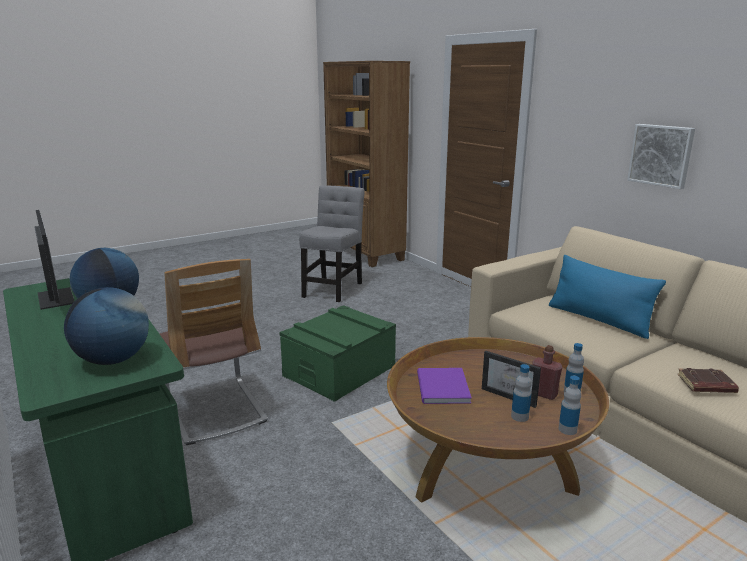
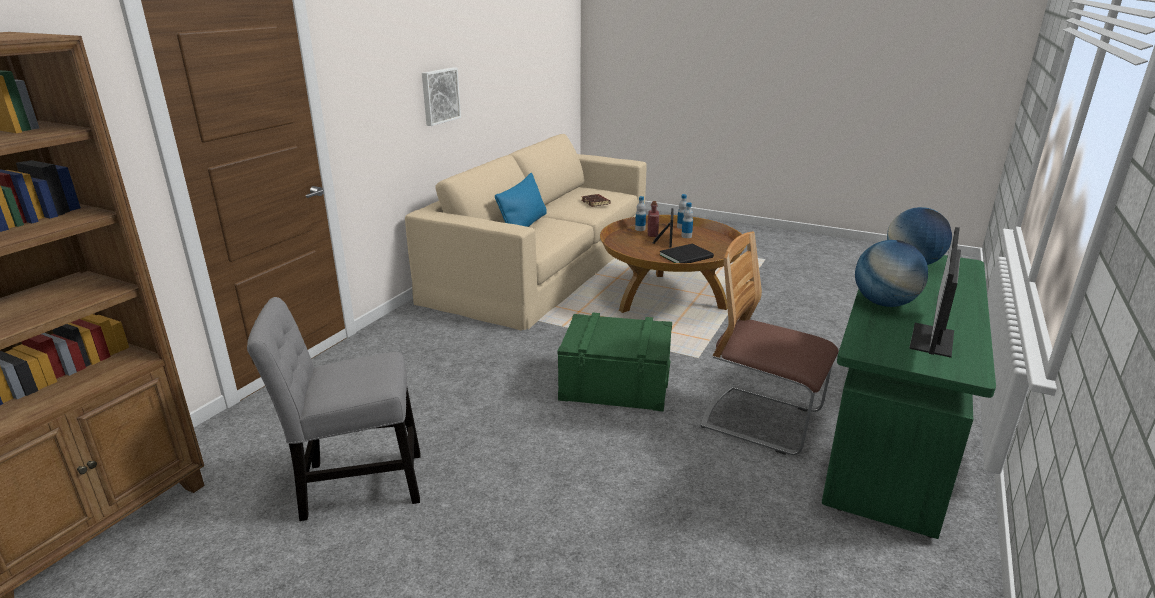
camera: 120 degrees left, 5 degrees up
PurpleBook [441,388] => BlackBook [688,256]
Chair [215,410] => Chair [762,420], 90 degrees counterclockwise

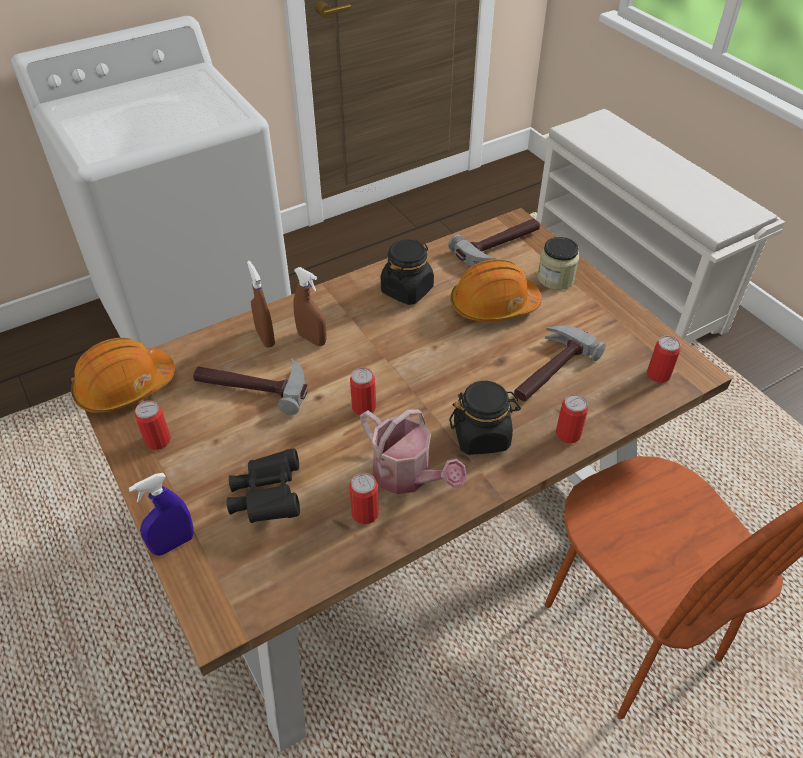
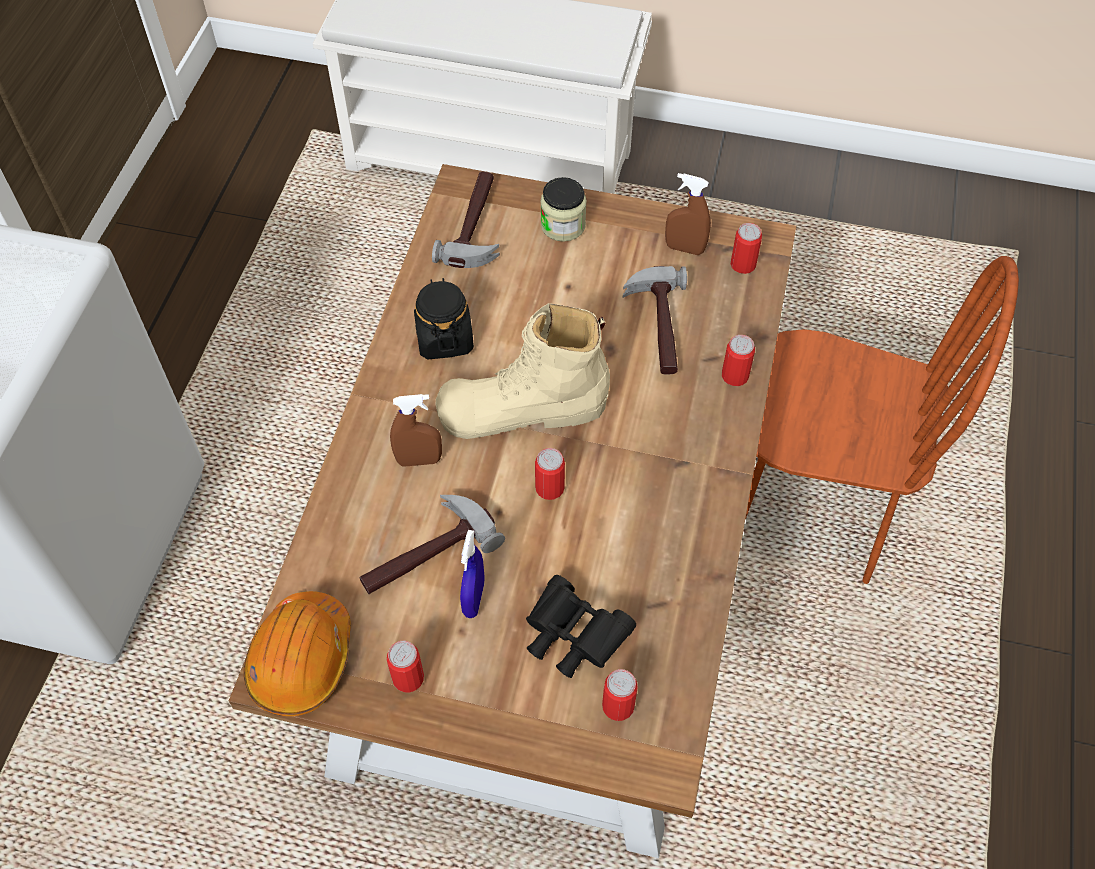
camera: 45 degrees left, 10 degrees up
nothing => BeigeBoot [523,409]
BlueSprayBottle [173,544] => BlueSprayBottle [473,599], move
Can [365,513] => Can [618,706], move
BrownSprayBottle [265,338] => BrownSprayBottle [684,248], move
WateringCan [408,476] => nothing
BlackJar [482,436] => nothing
OrangeHardHat [493,305] => nothing

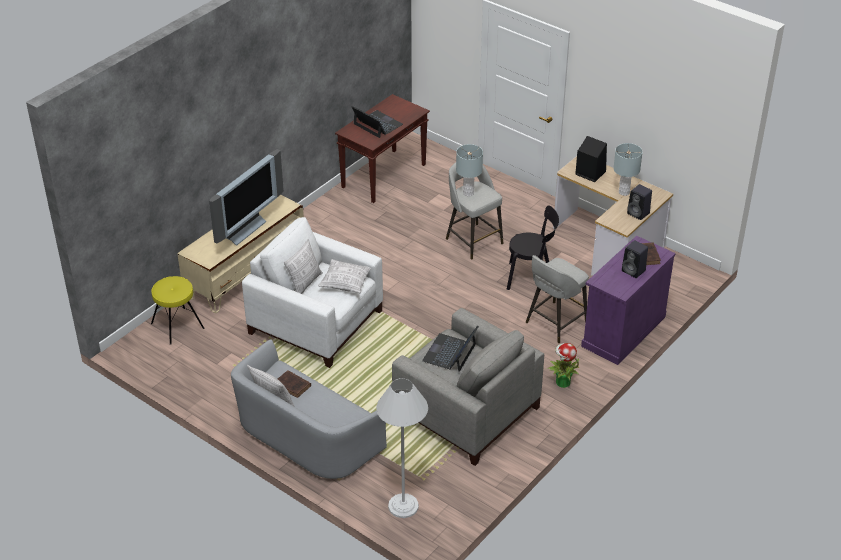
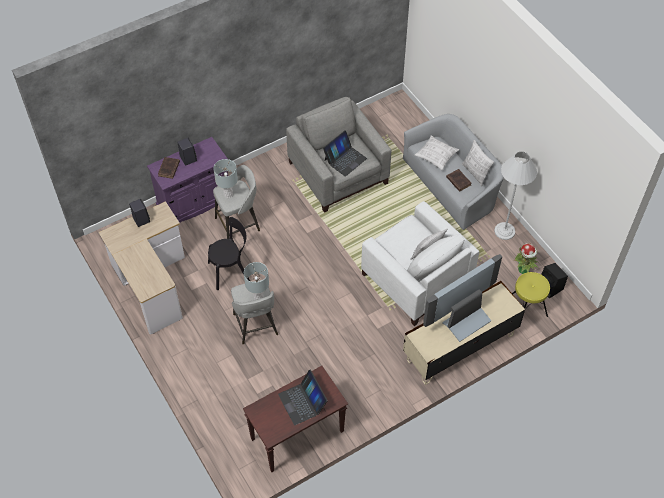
camera: 160 degrees left, 15 degrees up
BlackChair [531,278] => BlackChair [231,271], 135 degrees clockwise
GreyTableLamp [624,192] => GreyTableLamp [228,194], move
Pillow [345,282] => Pillow [436,156], move
WhiteFloorLamp [403,506] => WhiteFloorLamp [504,231], move
PottedPlant [562,382] => PottedPlant [524,269], move
BlackSpeaker [589,173] => BlackSpeaker [550,287], move

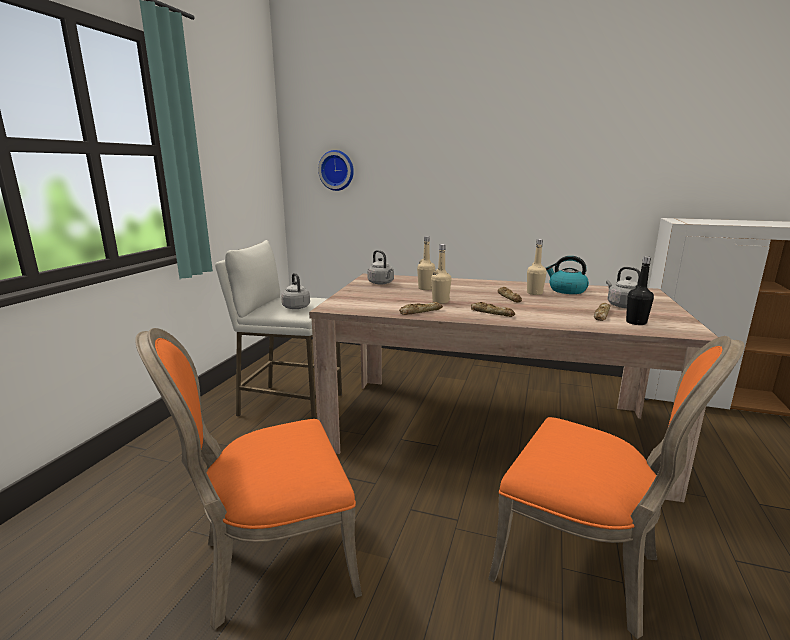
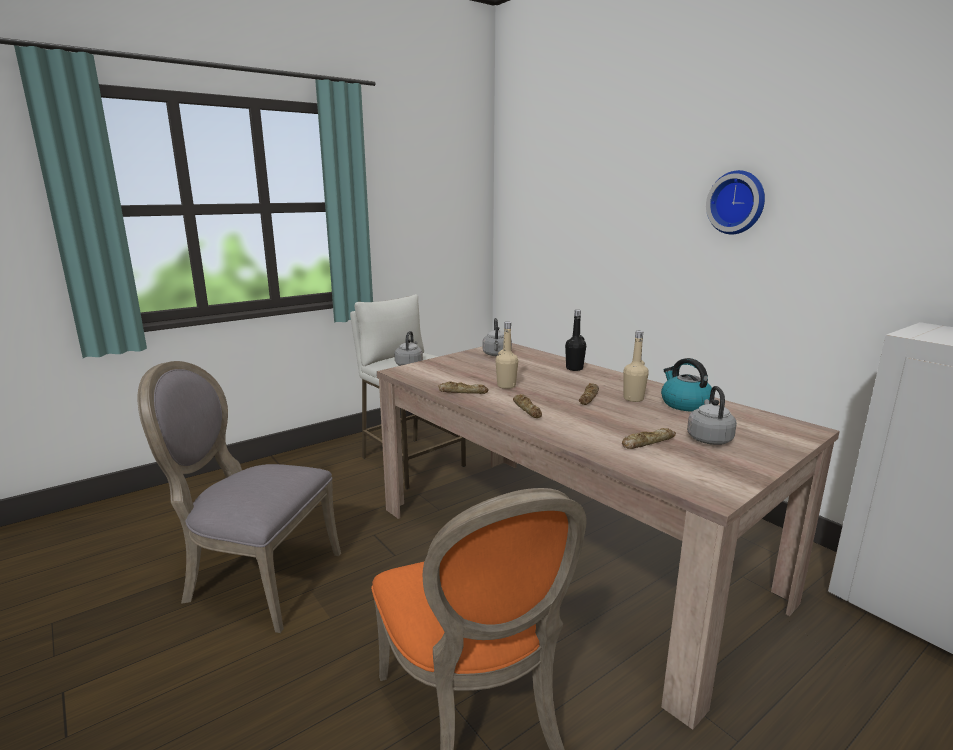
camera: 35 degrees right, 0 degrees up
OrangeChair [272,563] => GreyChair [256,579]
BlackBottle [636,322] => BlackBottle [574,368], move
WallClock [337,170] => WallClock [737,202], move
BeigeBottle [425,288] => nothing

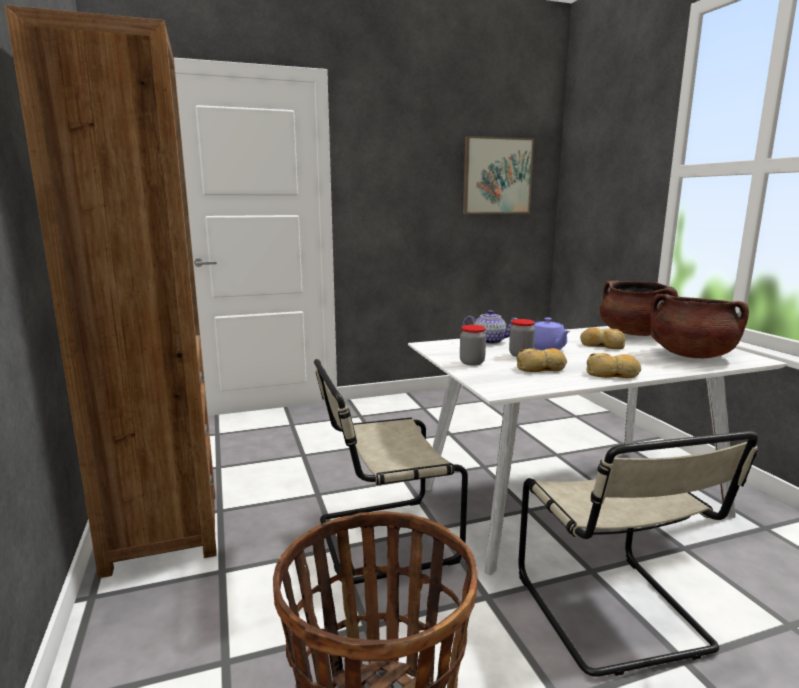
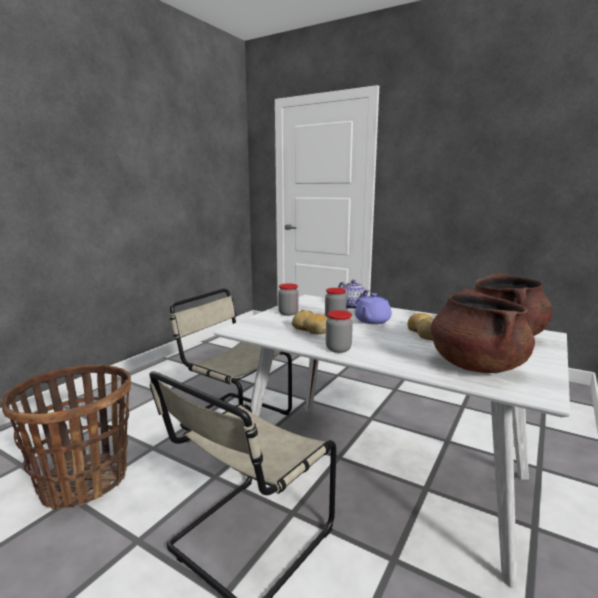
camera: 50 degrees right, 0 degrees up
Bread [613,374] => Jar [338,349]
BrownBookcase [163,531] => nothing
Picture [497,176] => nothing

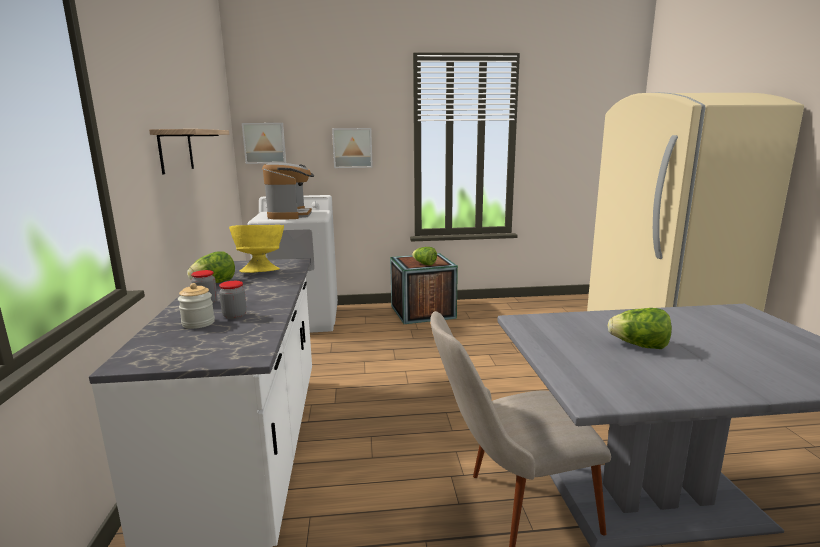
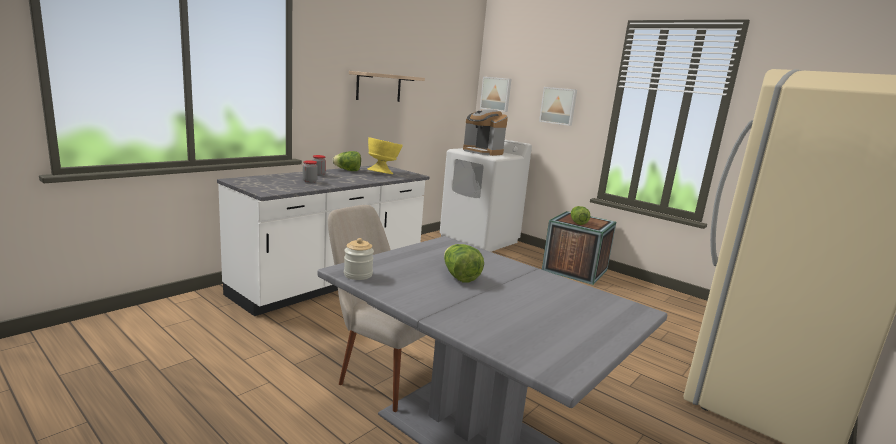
camera: 45 degrees right, 0 degrees up
Jar [198,323] => Jar [358,275], move
CoffeeMachine [290,215] => CoffeeMachine [482,152], 90 degrees clockwise

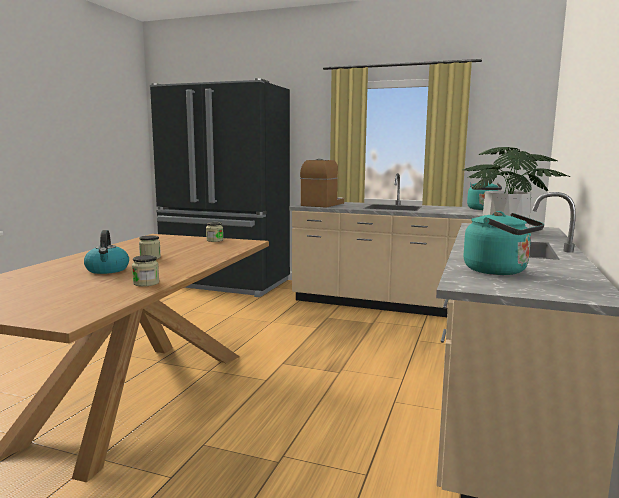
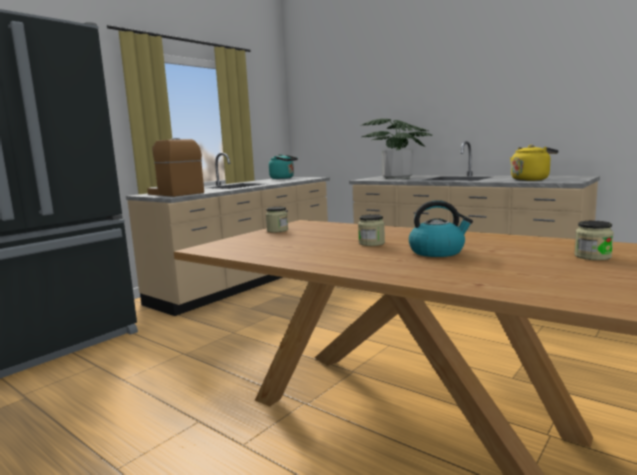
camera: 70 degrees left, 0 degrees up
TurquoiseKettle [499,271] => YellowKettle [531,179]
Jar [146,283] => Jar [592,256], move

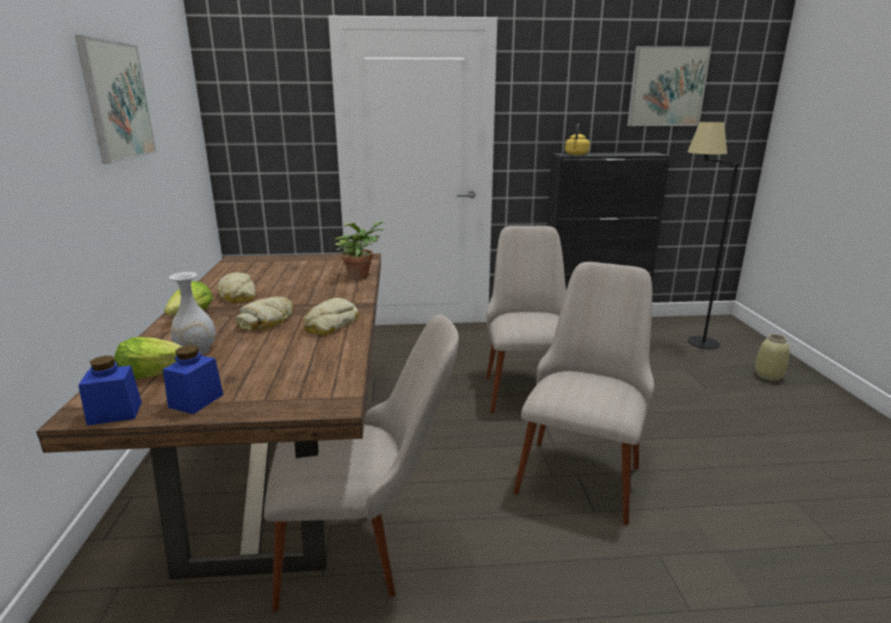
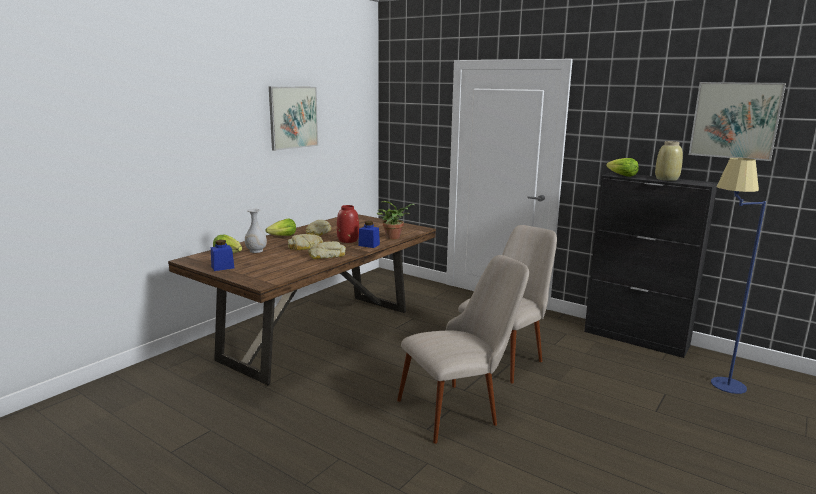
camera: 40 degrees right, 5 degrees down
nothing => RedVase [348,240]
BlueJar [115,413] => BlueJar [369,245], move
YellowKettle [576,154] => Lettuce [621,175]
BeigeVase [768,376] => BeigeVase [666,179], move
BlackFloorLamp [688,341] => BlueFloorLamp [714,378]
BeigeChair [365,547] => nothing

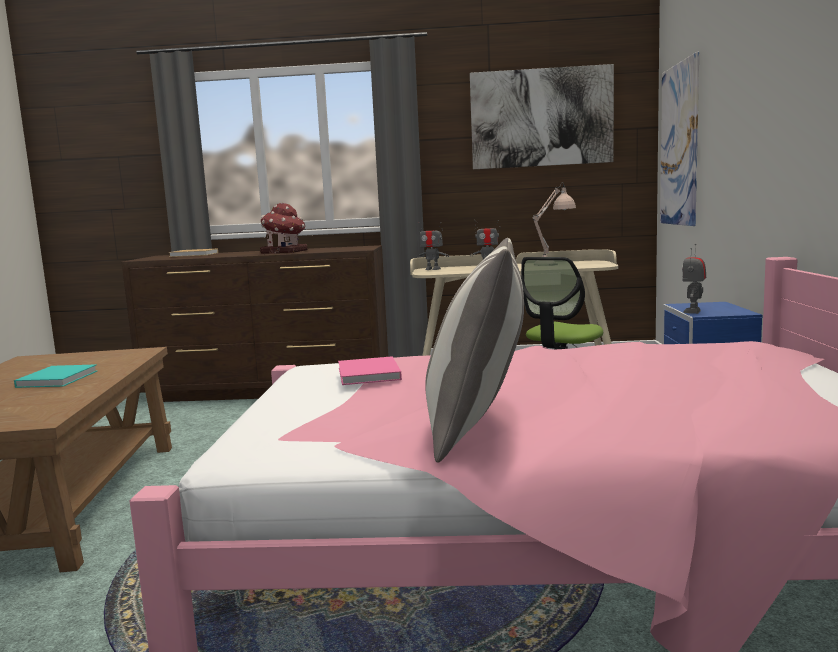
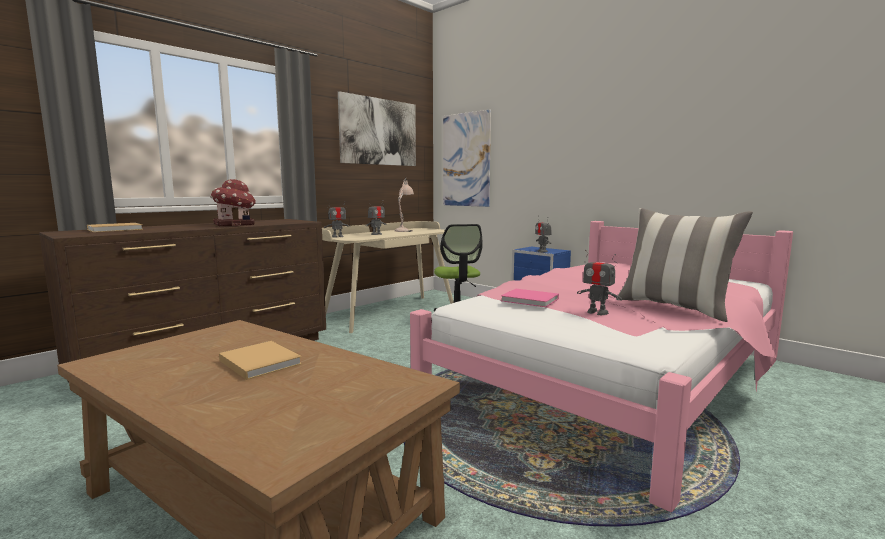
camera: 50 degrees left, 0 degrees up
TurquoiseBook [59,378] => BeigeBook [259,361]
nothing => ToyRobot [597,312]

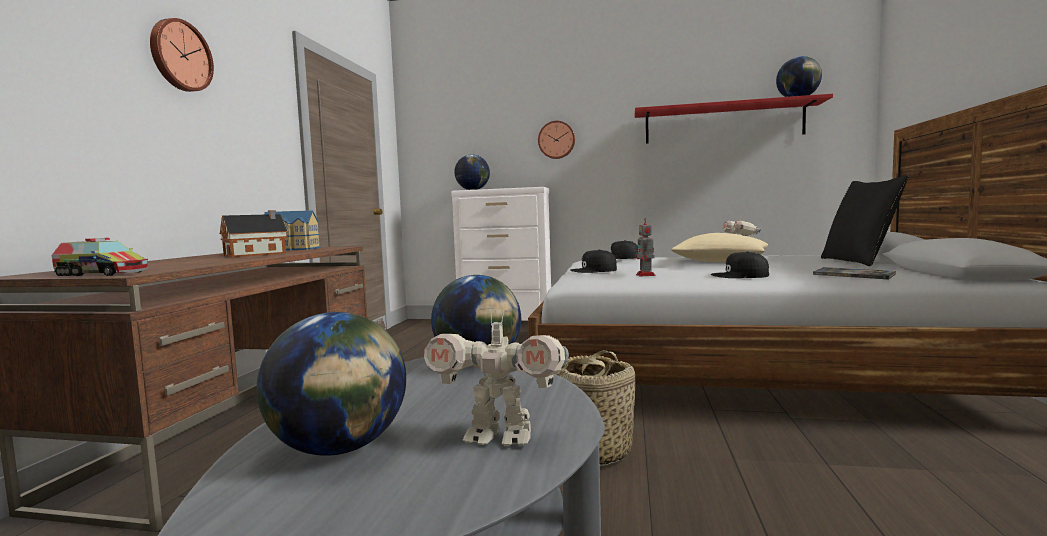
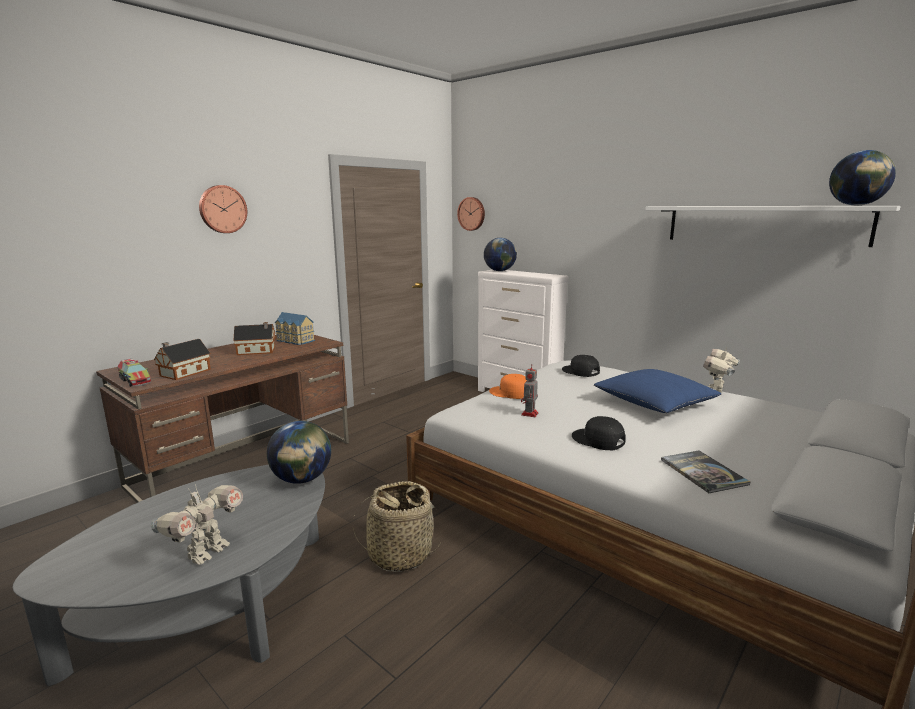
camera: 30 degrees right, 10 degrees up
ToyRobot [500,437] => ToyRobot [206,552], 105 degrees counterclockwise
nothing => ToyHouse [183,373]
WallClock [556,140] => WallClock [472,214], move
BlackCap [594,270] => OrangeCap [510,393]
BeigePillow [721,261] => BluePillow [654,403]
RedShelf [723,123] => WhiteShelf [763,224]
Globe [340,448] => nothing
BlackPillow [858,261] => nothing

